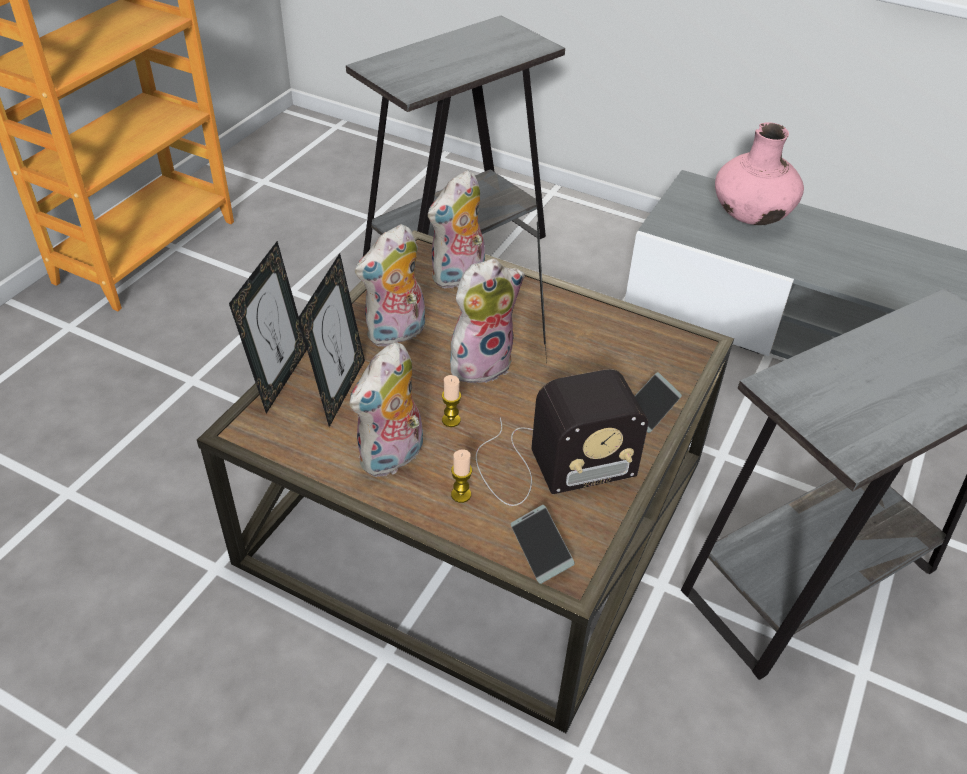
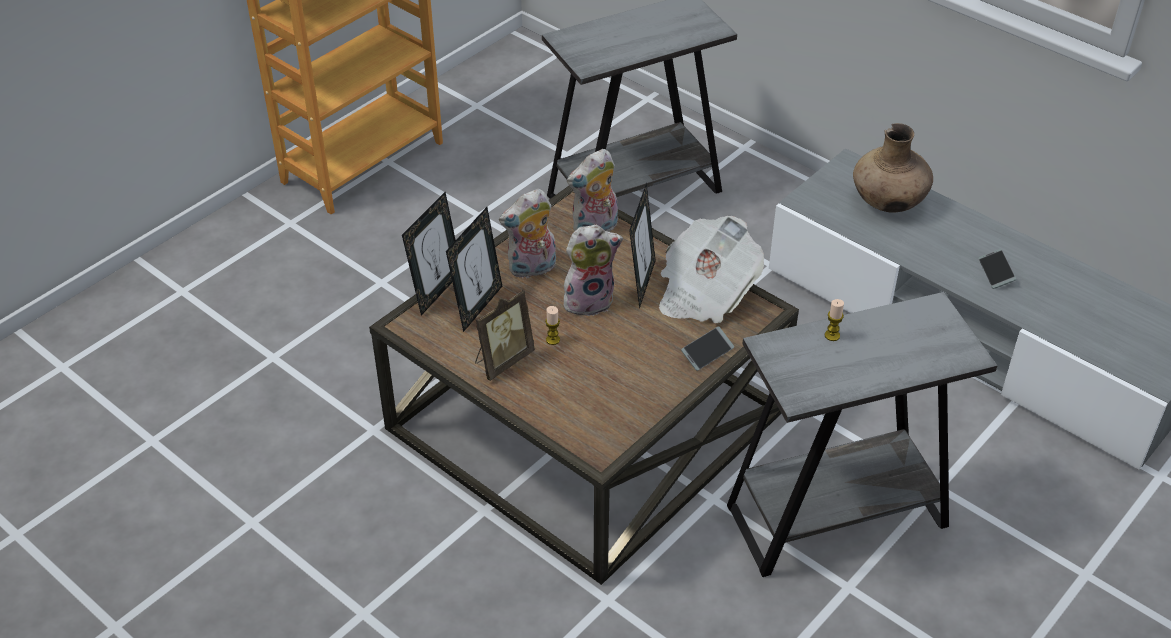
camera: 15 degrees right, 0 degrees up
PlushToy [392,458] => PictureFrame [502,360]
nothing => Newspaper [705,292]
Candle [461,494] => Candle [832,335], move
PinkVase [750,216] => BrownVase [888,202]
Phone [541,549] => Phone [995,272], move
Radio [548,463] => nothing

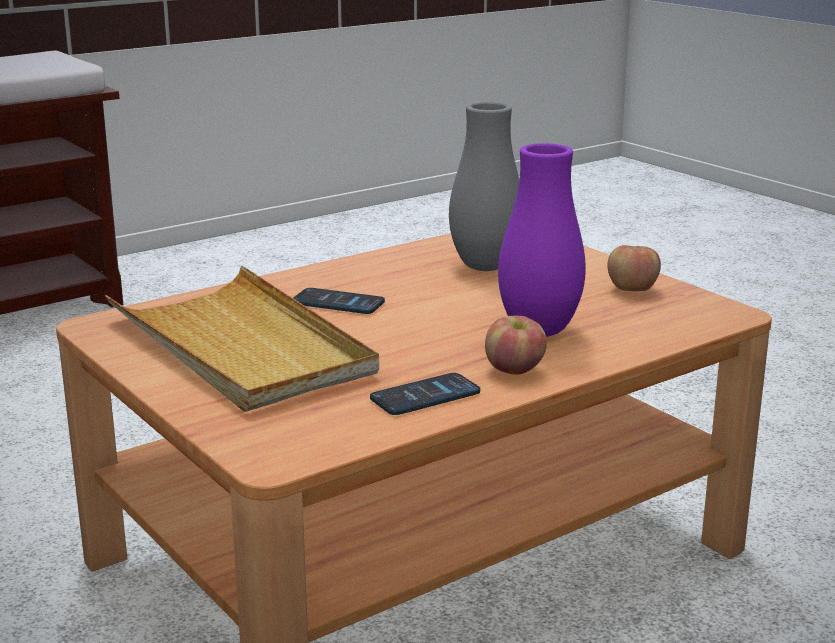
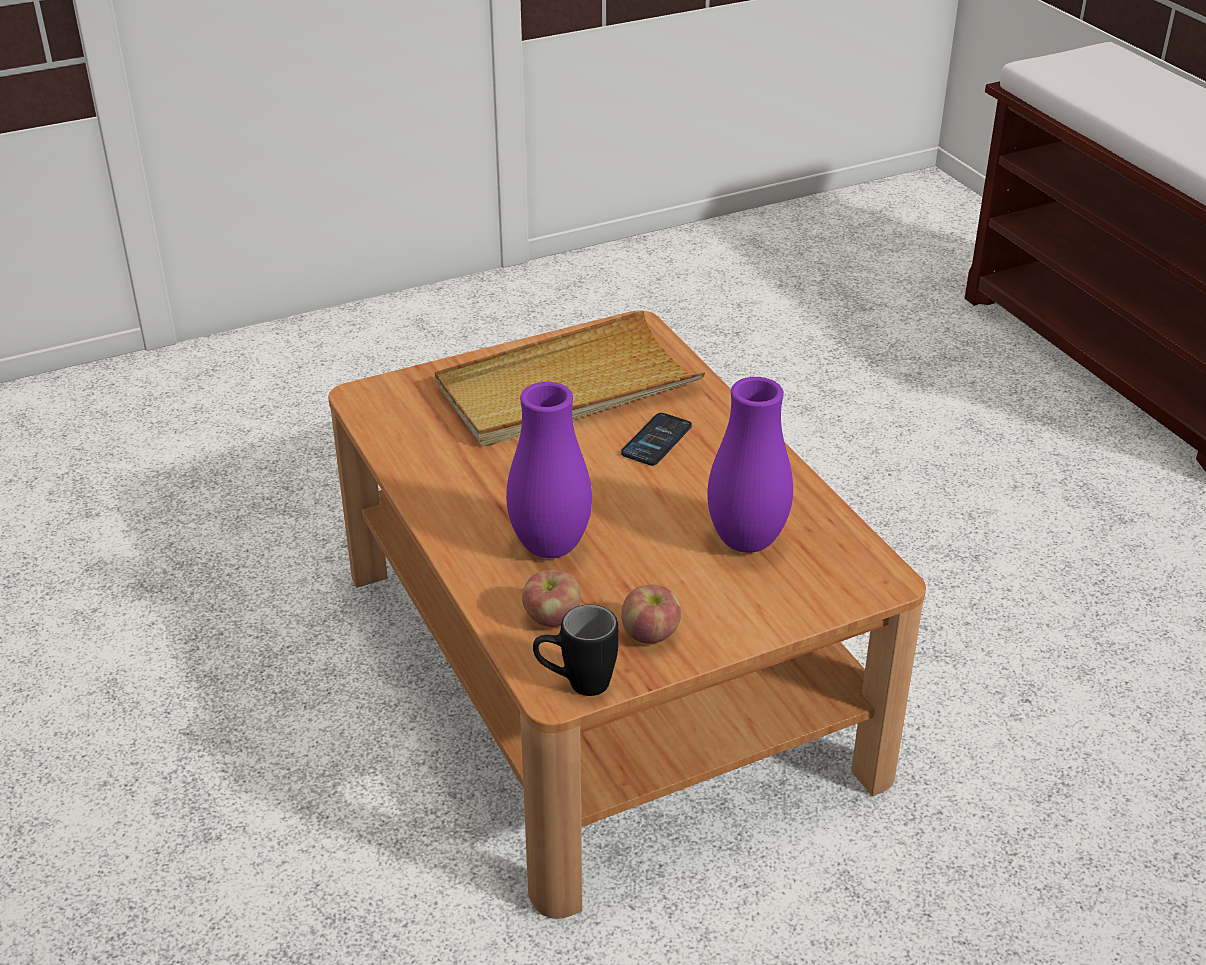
camera: 100 degrees right, 15 degrees up
Apple [515,370] => Apple [552,619], move
nothing => BlackMug [576,684]
GreyVase [485,266] => PurpleVase [746,541]
Phone [425,396] => nothing

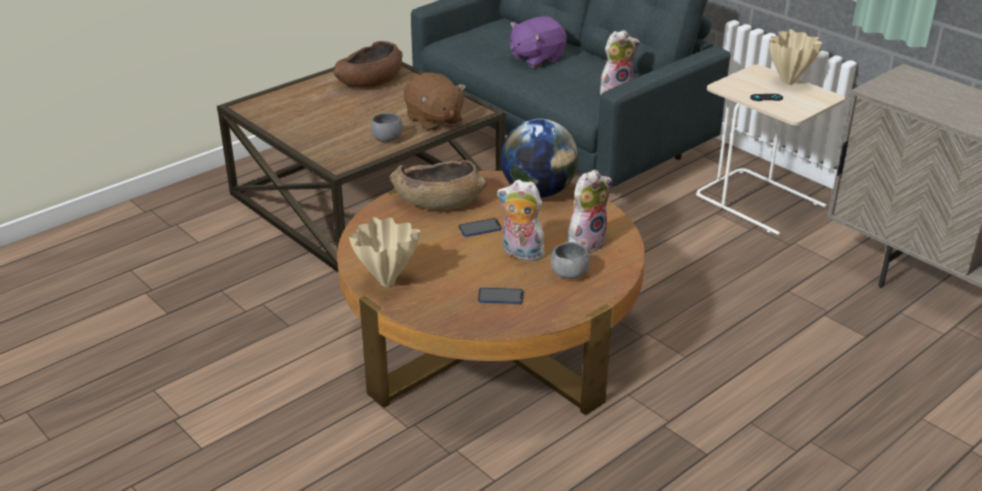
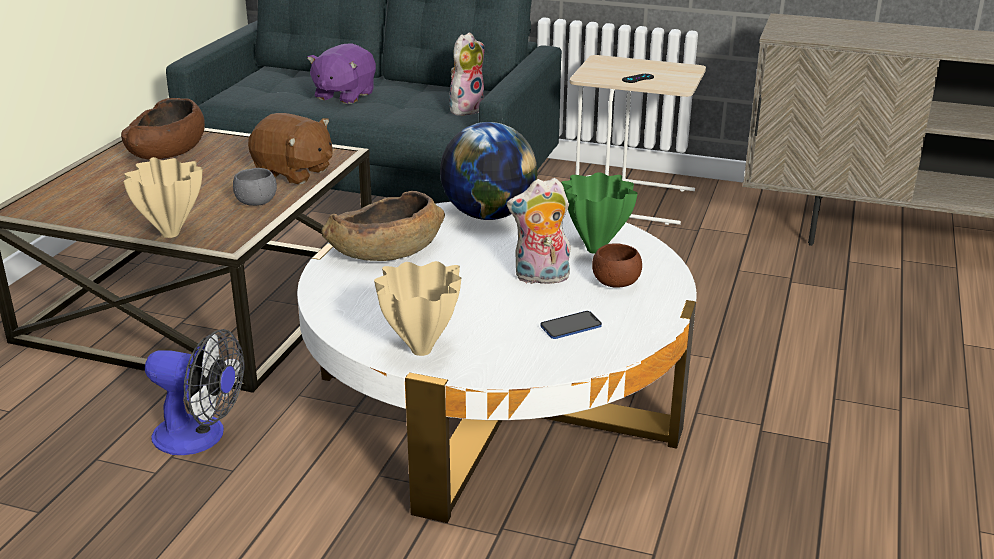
camera: 30 degrees left, 5 degrees down
BeigeVase [788,83] => BeigeVase [170,234], move
nothing => Fan [200,437]
BrownCoffeeTable [491,337] => WhiteCoffeeTable [496,403]
PlushToy [586,242] => GreenVase [596,249]
GreyBowl [569,274] => BrownBowl [615,283]
Phone [480,228] => nothing

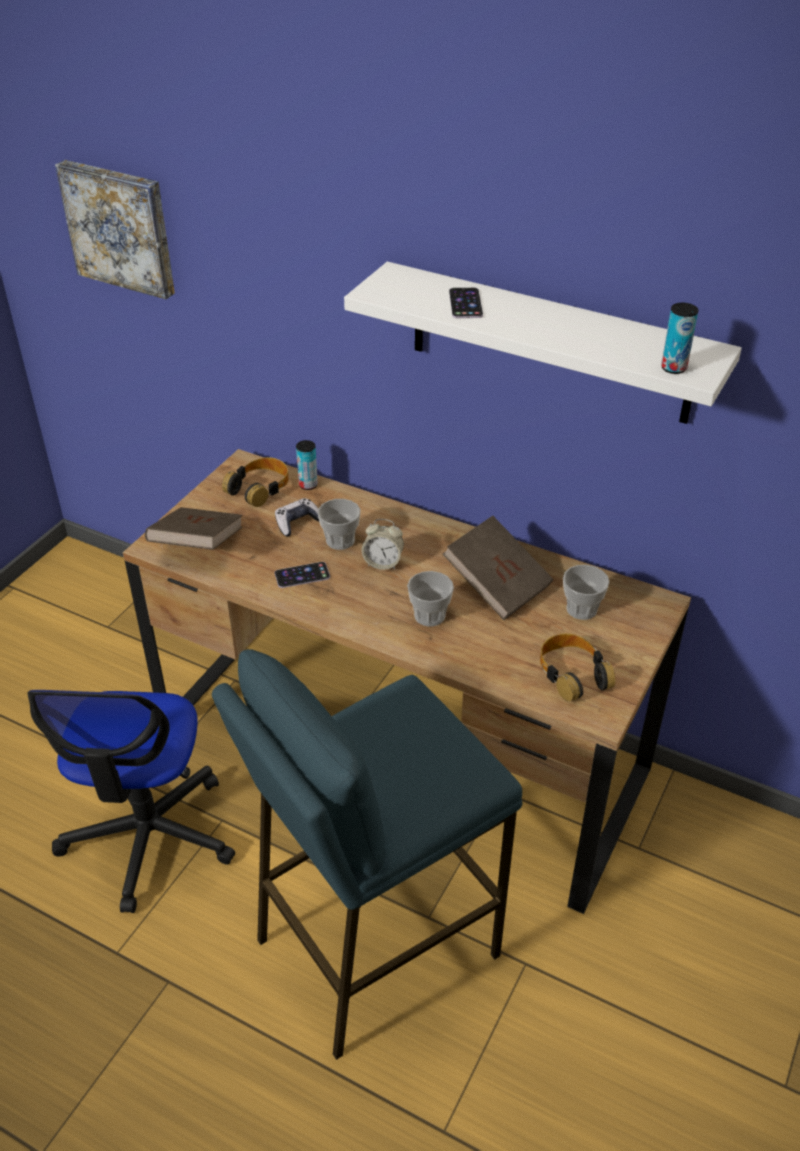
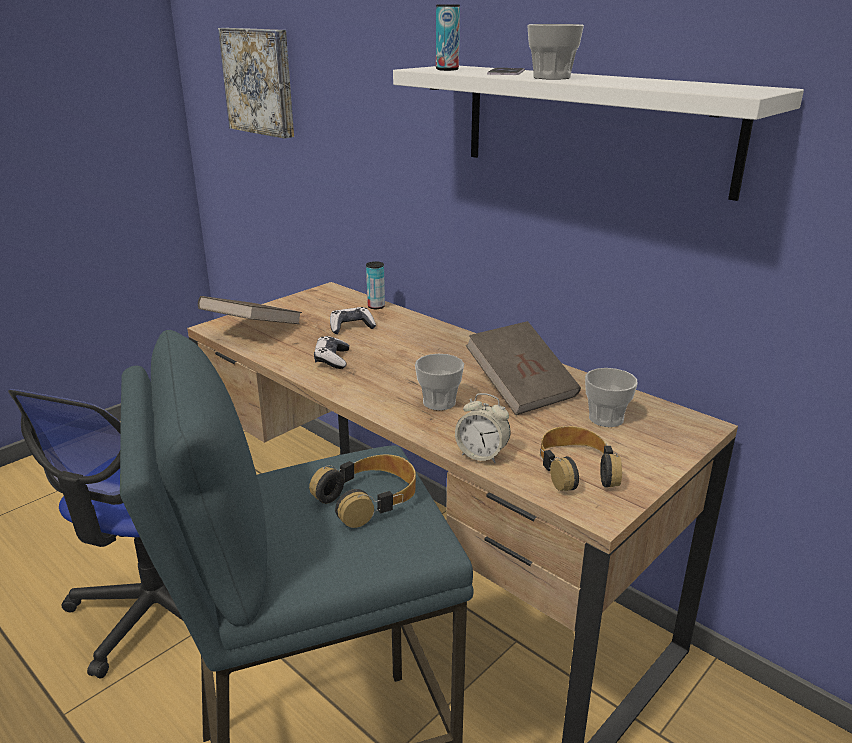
camera: 15 degrees right, 15 degrees down
Headphones [259,488] => Headphones [368,498], move
Phone [302,575] => GameController [332,359]
Can [673,368] => Can [447,70], move
AlarmClock [383,563] => AlarmClock [482,455], move
Cup [340,540] => Cup [551,77], move

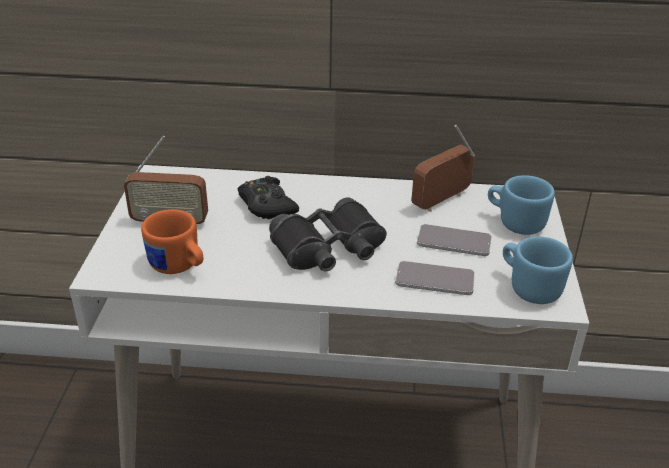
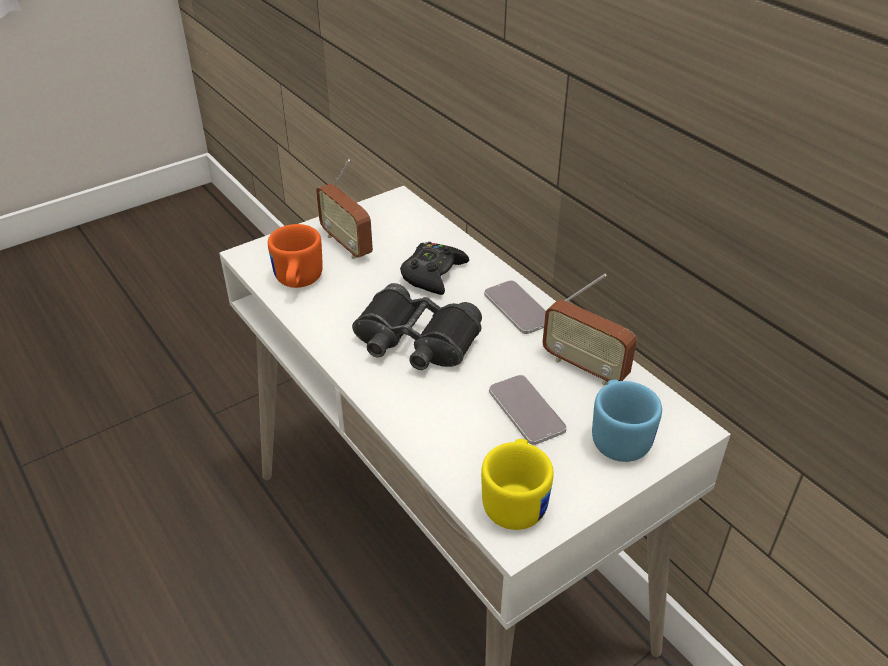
camera: 50 degrees right, 5 degrees up
BlueMug [529,287] => YellowMug [516,500]
Phone [434,279] => Phone [518,308], move
Radio [441,201] => Radio [584,367], 150 degrees counterclockwise

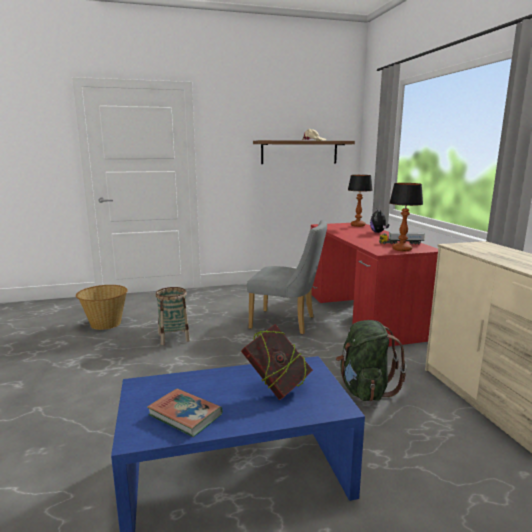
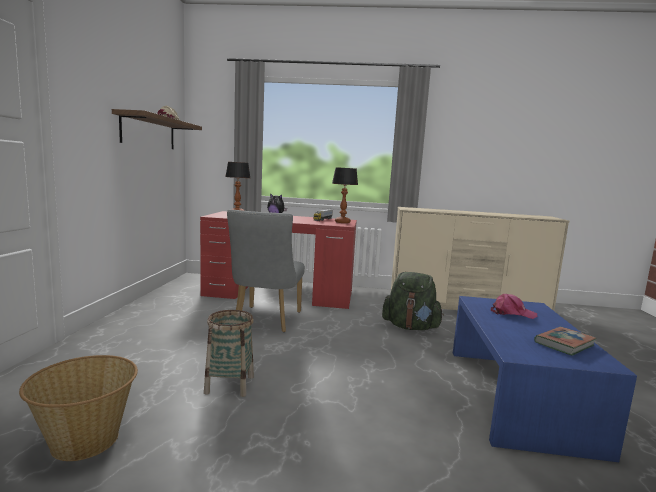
camera: 70 degrees left, 5 degrees down
GreyChair [287,323] => GreyChair [265,321], 150 degrees clockwise
Book [276,387] => PinkCap [512,313]

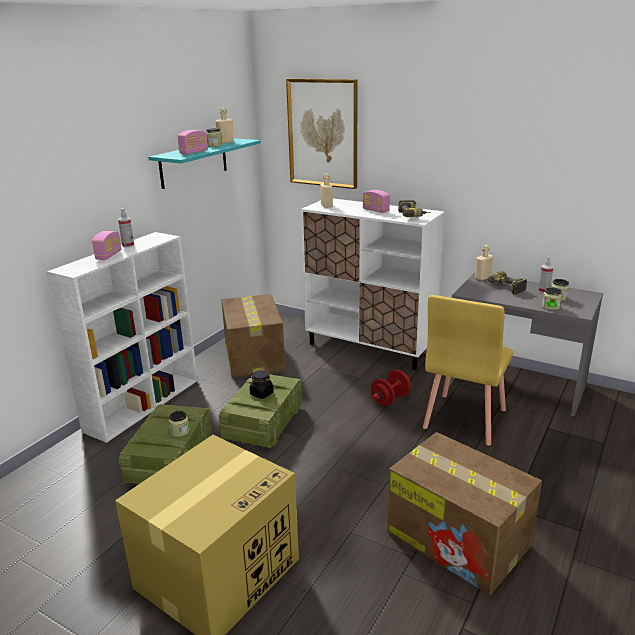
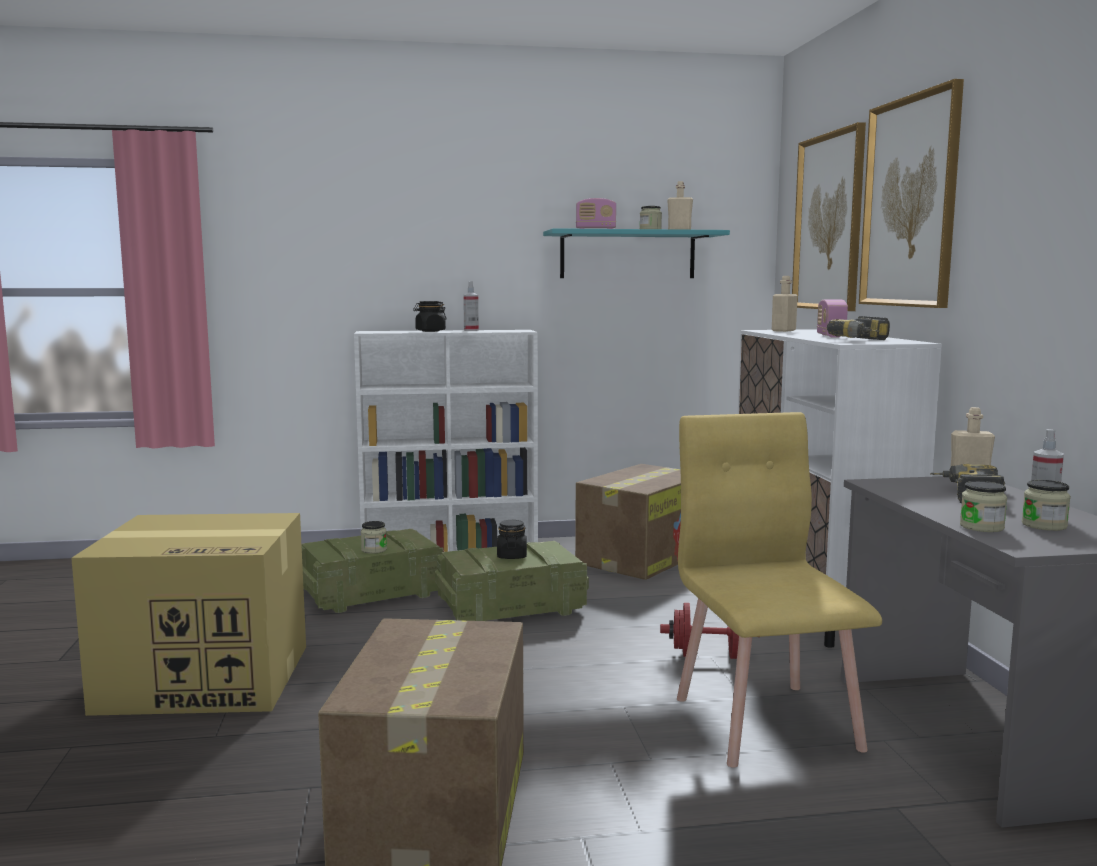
camera: 50 degrees right, 15 degrees down
Radio [109,255] => BlackJar [430,331]
YellowChair [464,419] => YellowChair [766,722], 90 degrees clockwise
nothing => Picture [910,202]

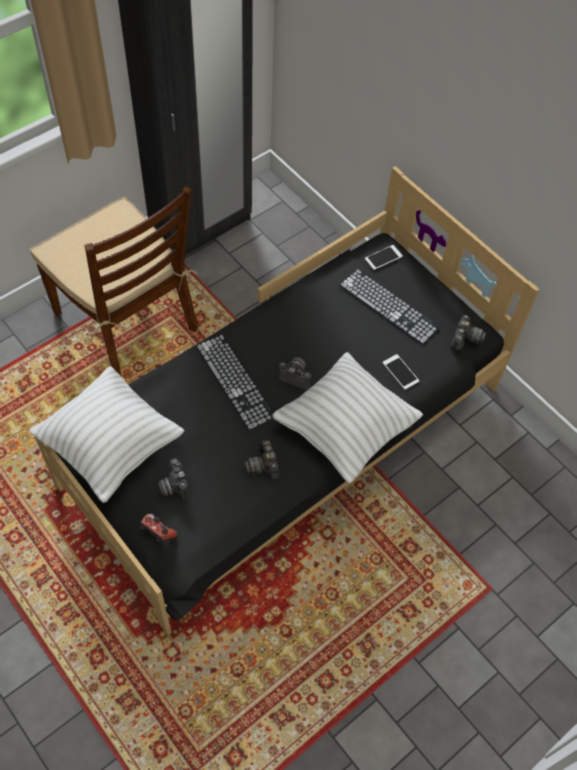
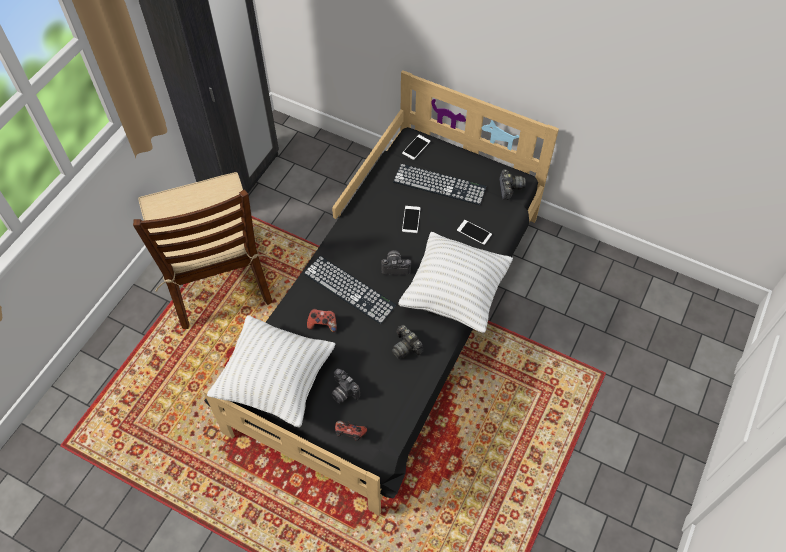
camera: 20 degrees left, 0 degrees up
BrownChair [127,321] => BrownChair [217,277], 45 degrees clockwise
nothing => GameController [323,324]
nothing => Phone [411,219]

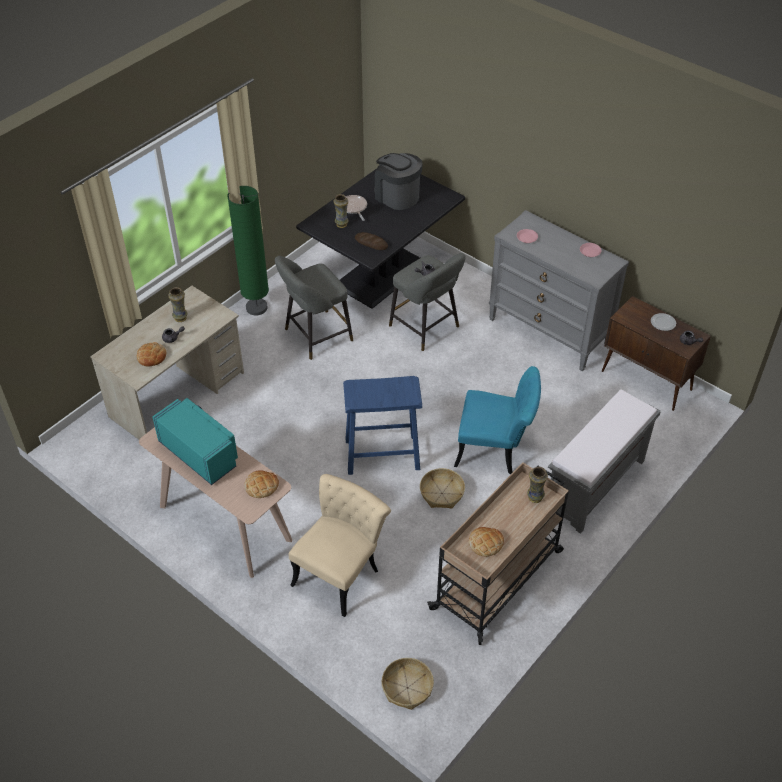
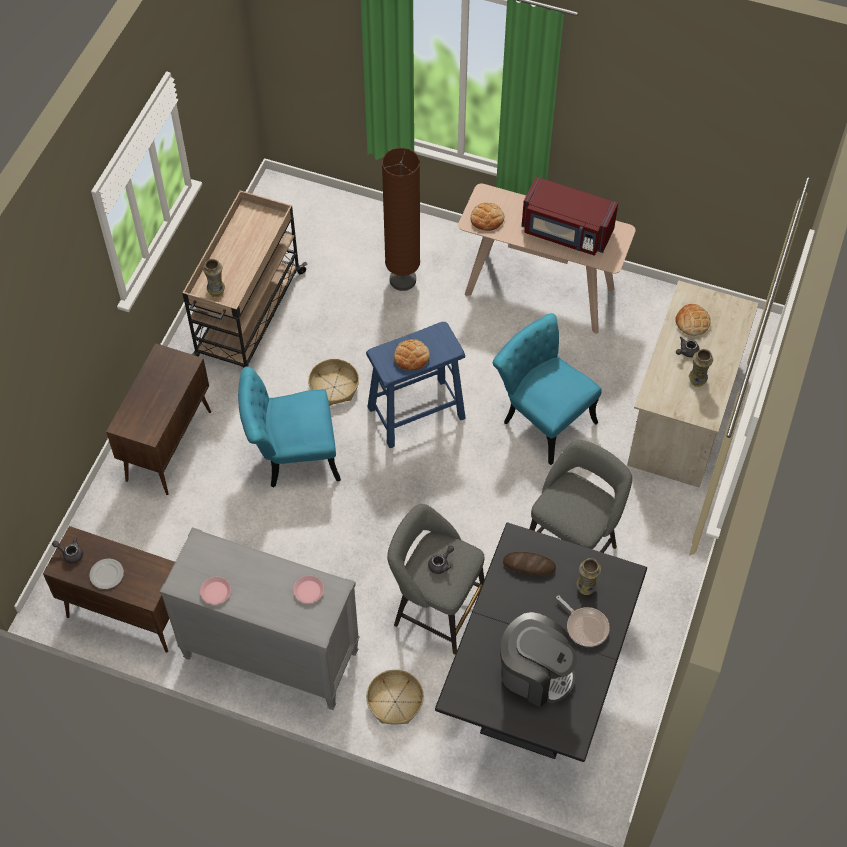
camera: 160 degrees right, 10 degrees up
GreyBench [595,486] => BrownCabinet [169,445]
Basket [407,688] => Basket [395,701], move
BeigeChair [341,571] => BrownFloorLamp [402,280]
Bread [486,543] => Bread [411,357], move
nothing => TurquoiseChair [542,417]
TurquoiseMicrowave [200,453] => RedMicrowave [566,232]
GreenFloorLamp [256,308] => nothing

